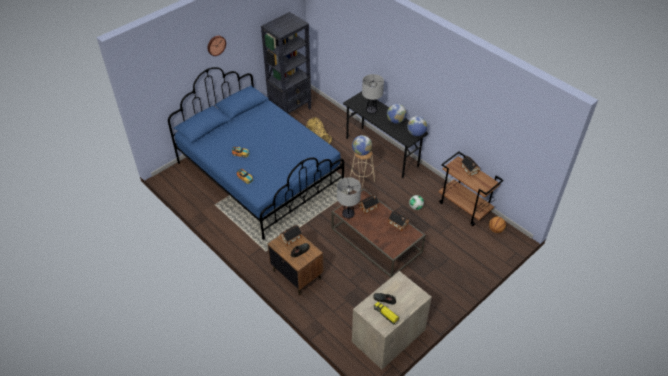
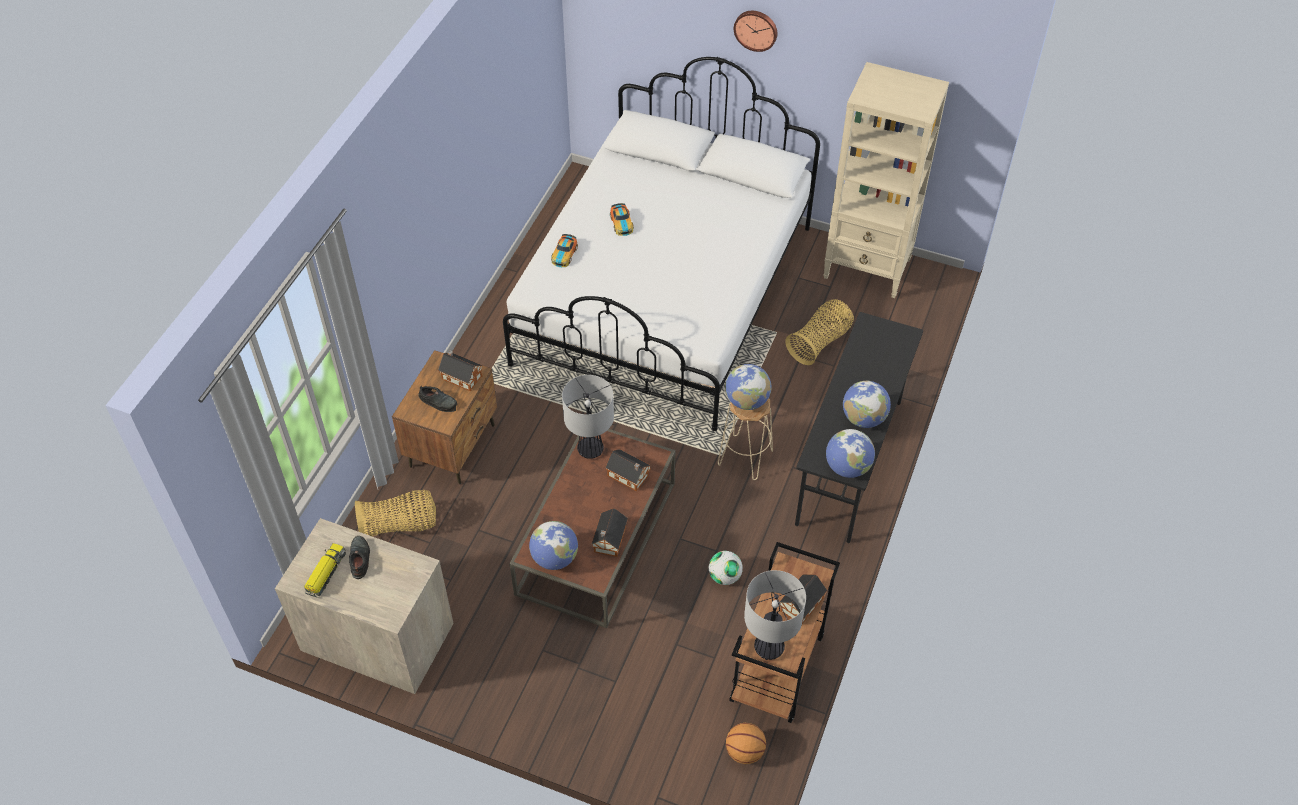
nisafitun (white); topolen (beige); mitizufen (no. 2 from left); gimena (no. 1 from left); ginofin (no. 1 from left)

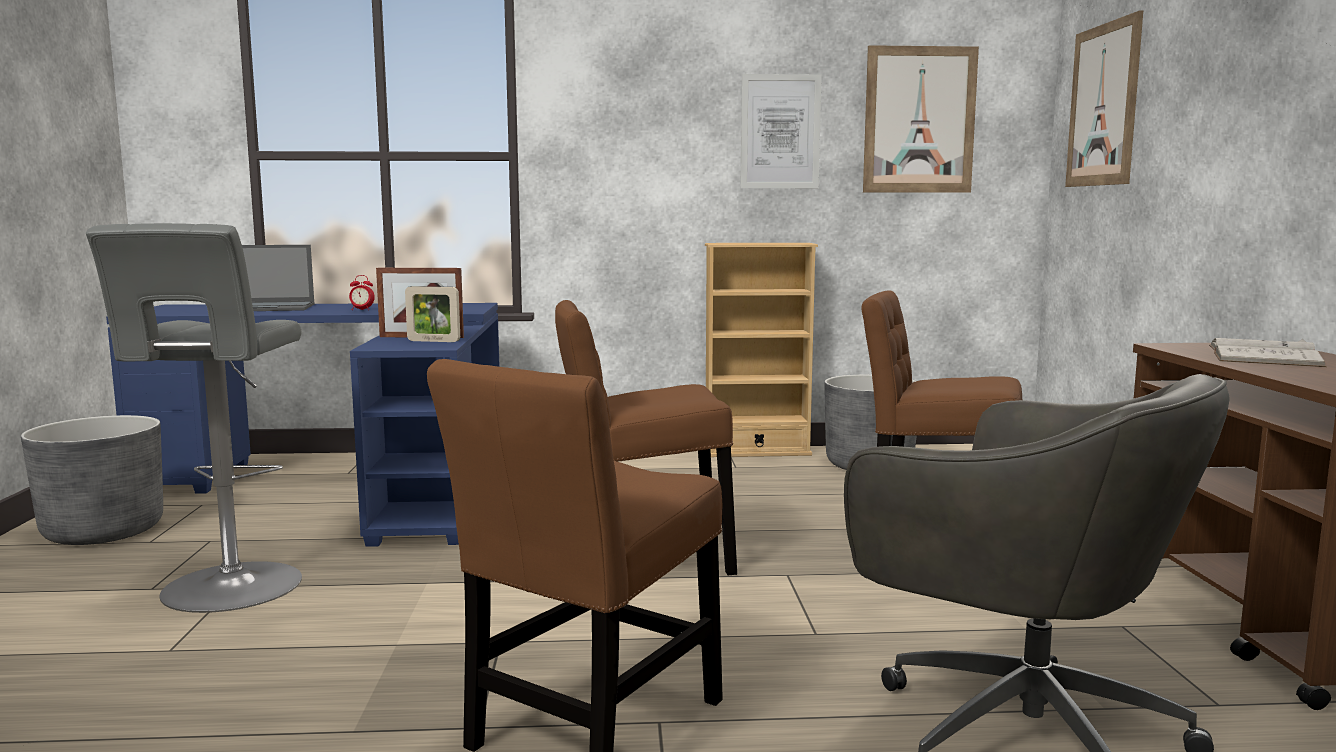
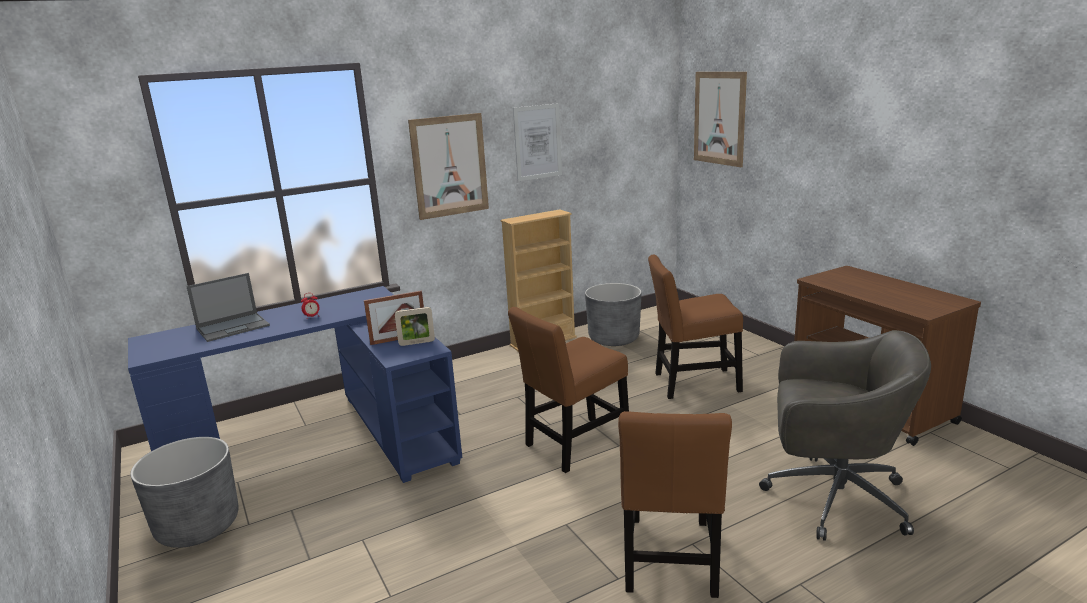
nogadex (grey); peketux (no. 1 from left); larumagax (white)

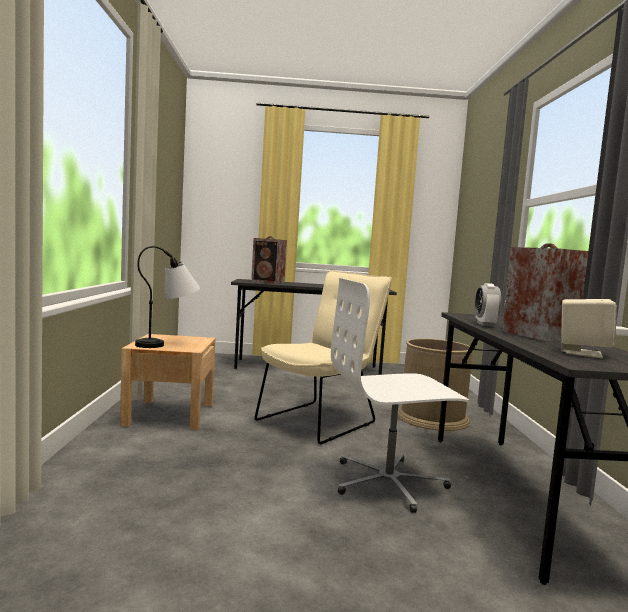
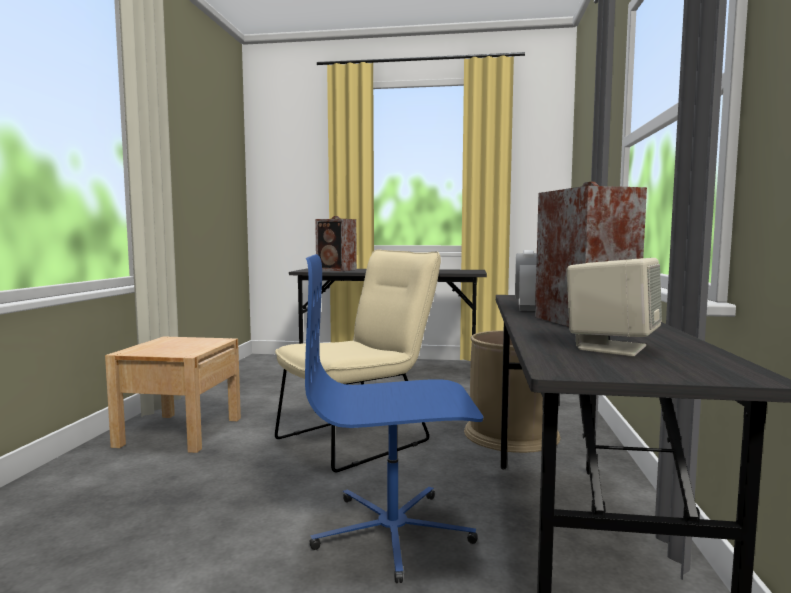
mitizufen; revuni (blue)

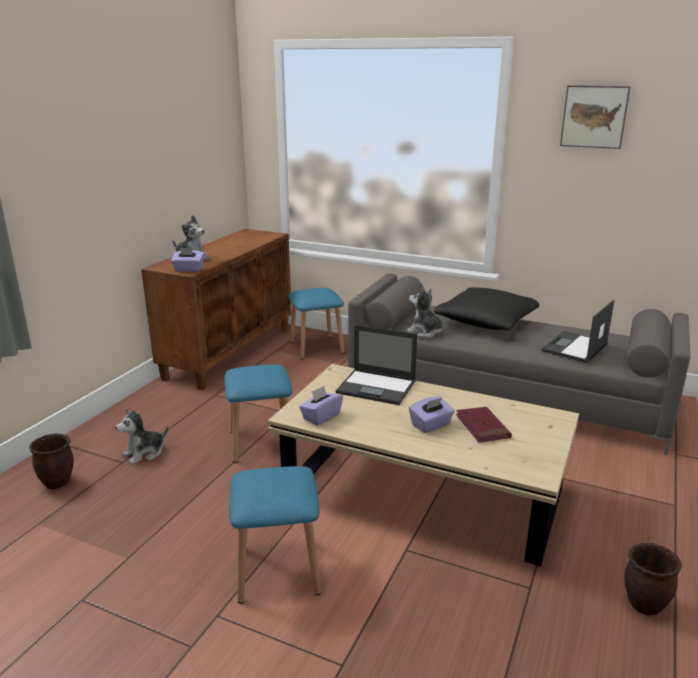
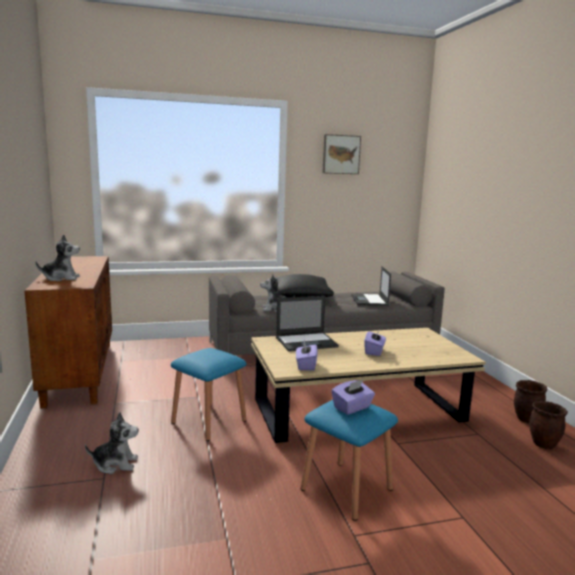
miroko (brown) (no. 2 from left); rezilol (no. 2 from left); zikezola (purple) (no. 2 from left); nogadex (blue) (no. 3 from left in the first image); larumagax (red)

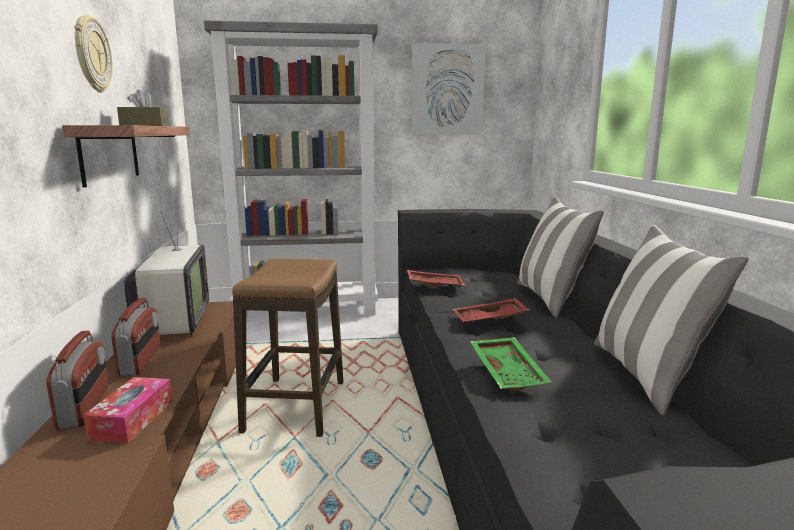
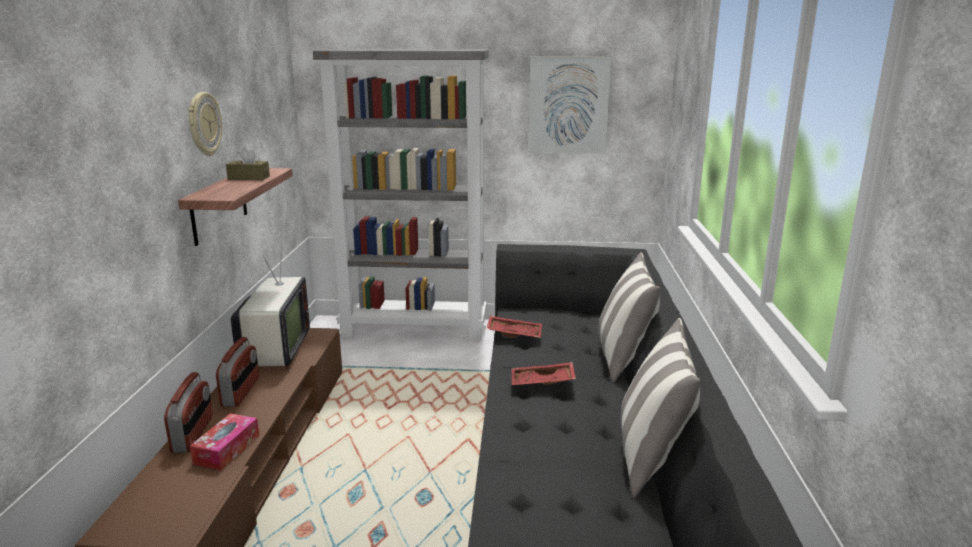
nogadex; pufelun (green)

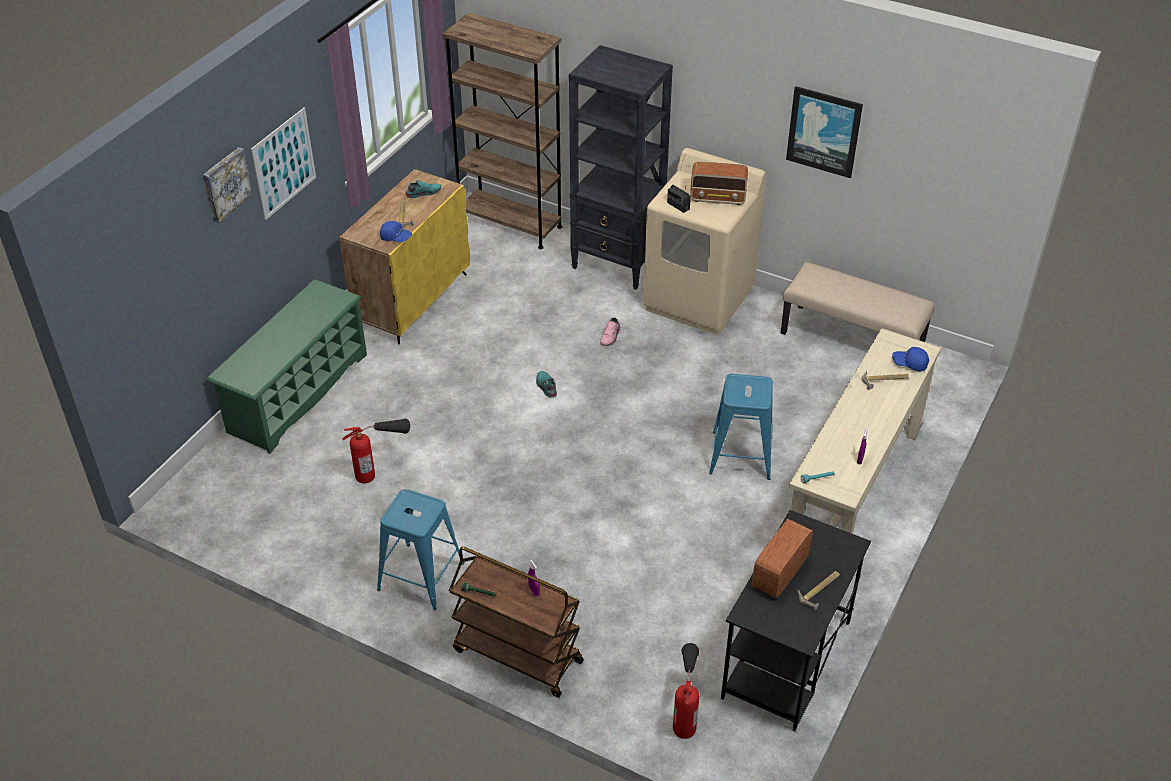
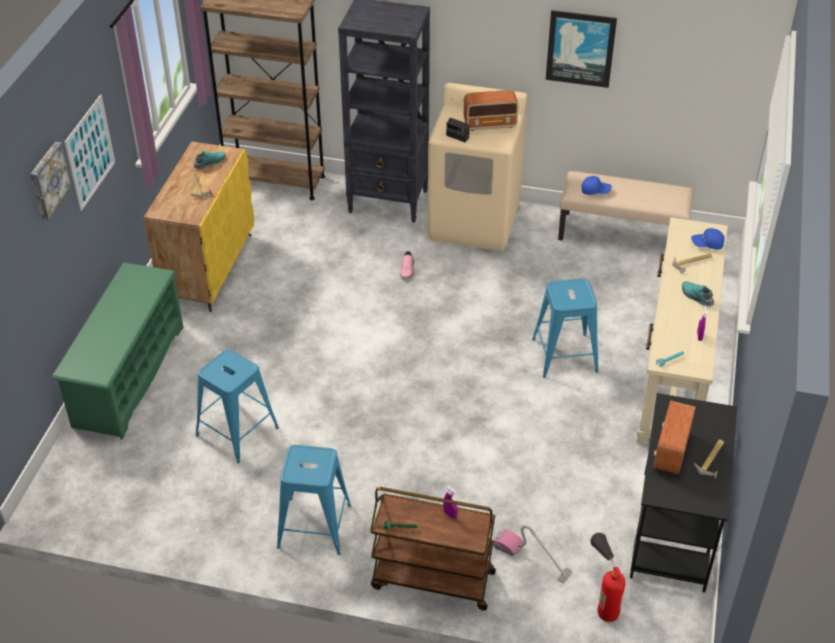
nogadex (blue) (no. 1 from left); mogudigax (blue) (no. 1 from left); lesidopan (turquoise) (no. 2 from left); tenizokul

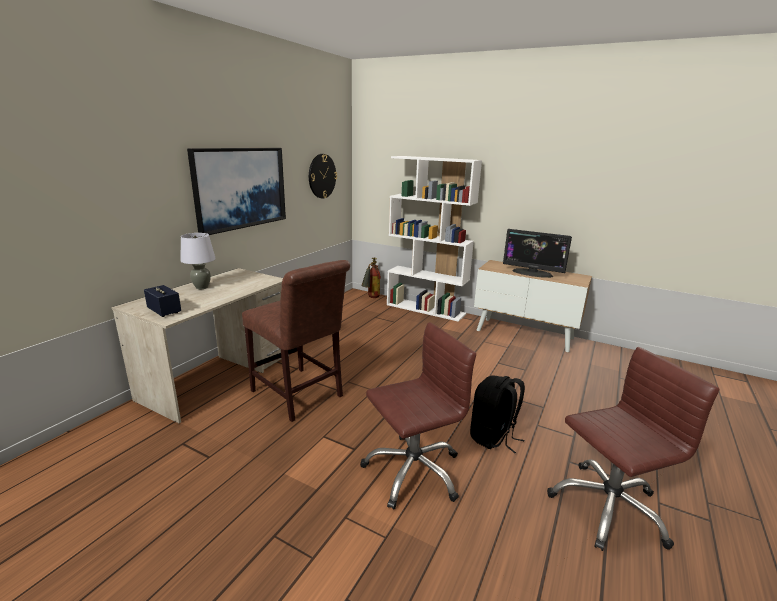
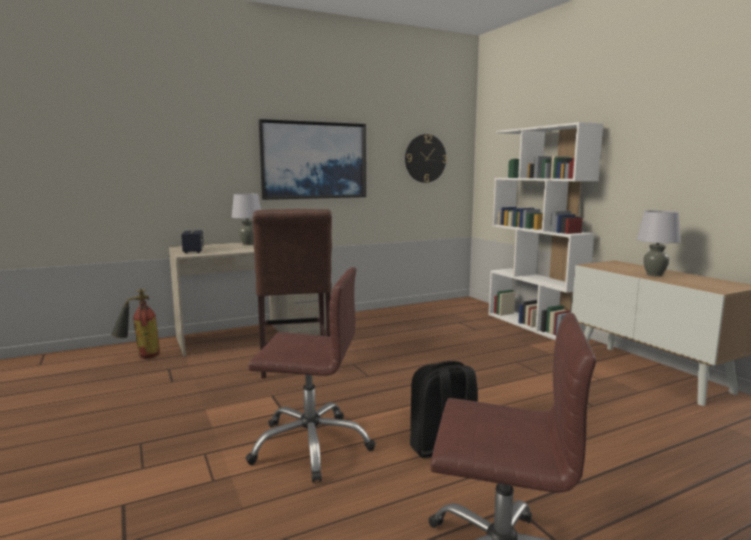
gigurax; mitizufen (grey) (no. 2 from left)

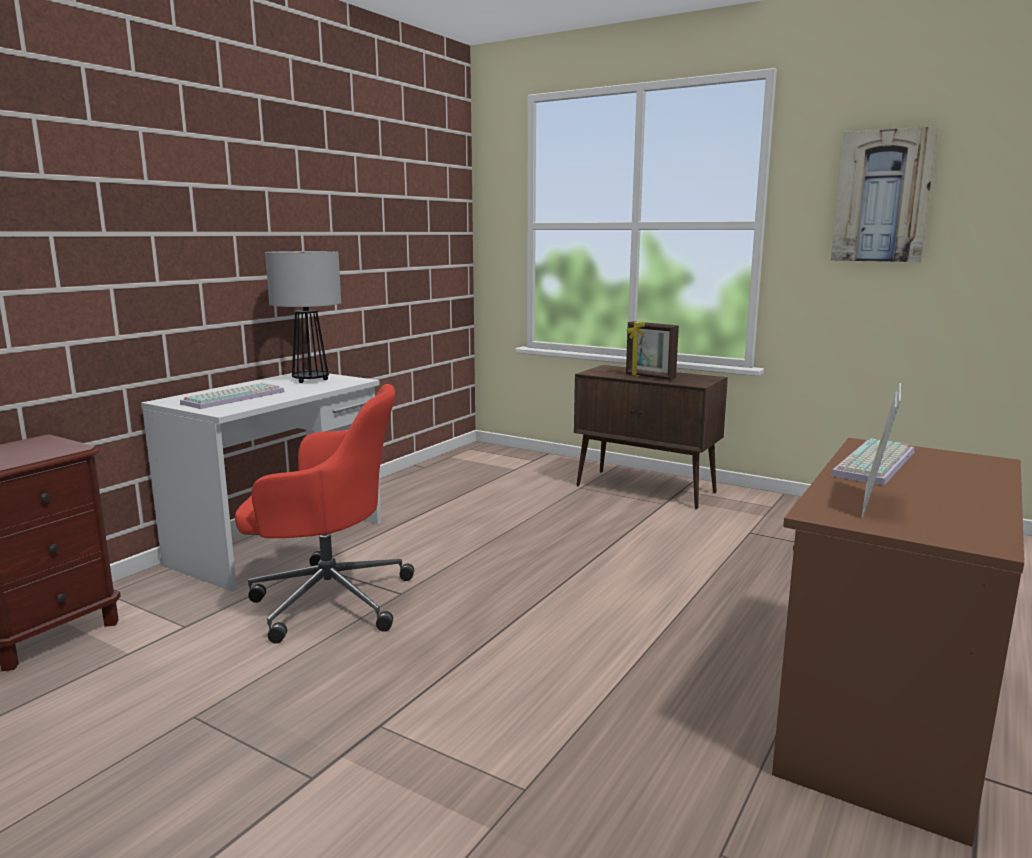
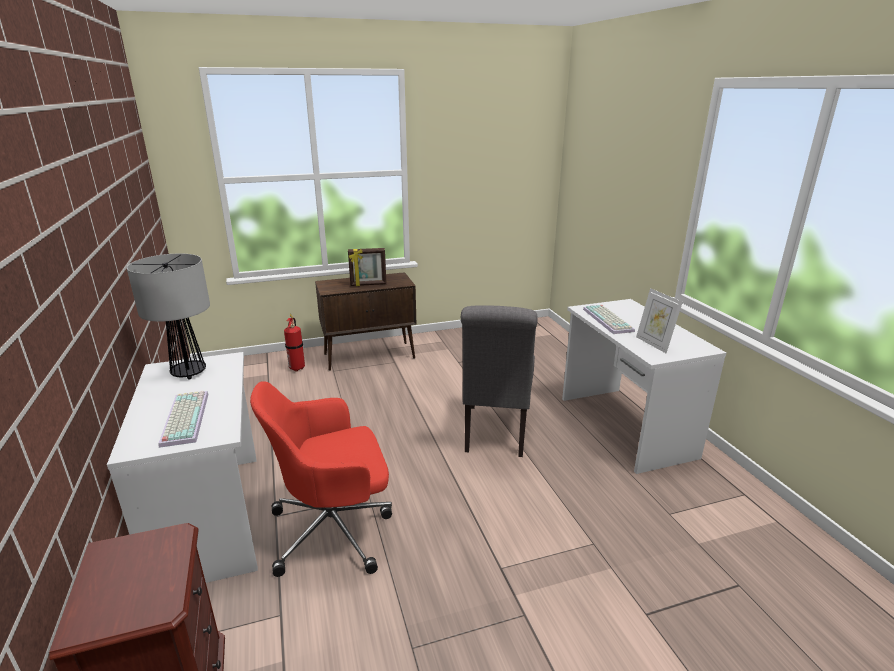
revuni (red); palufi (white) (no. 2 from left); peketux; gigurax; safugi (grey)

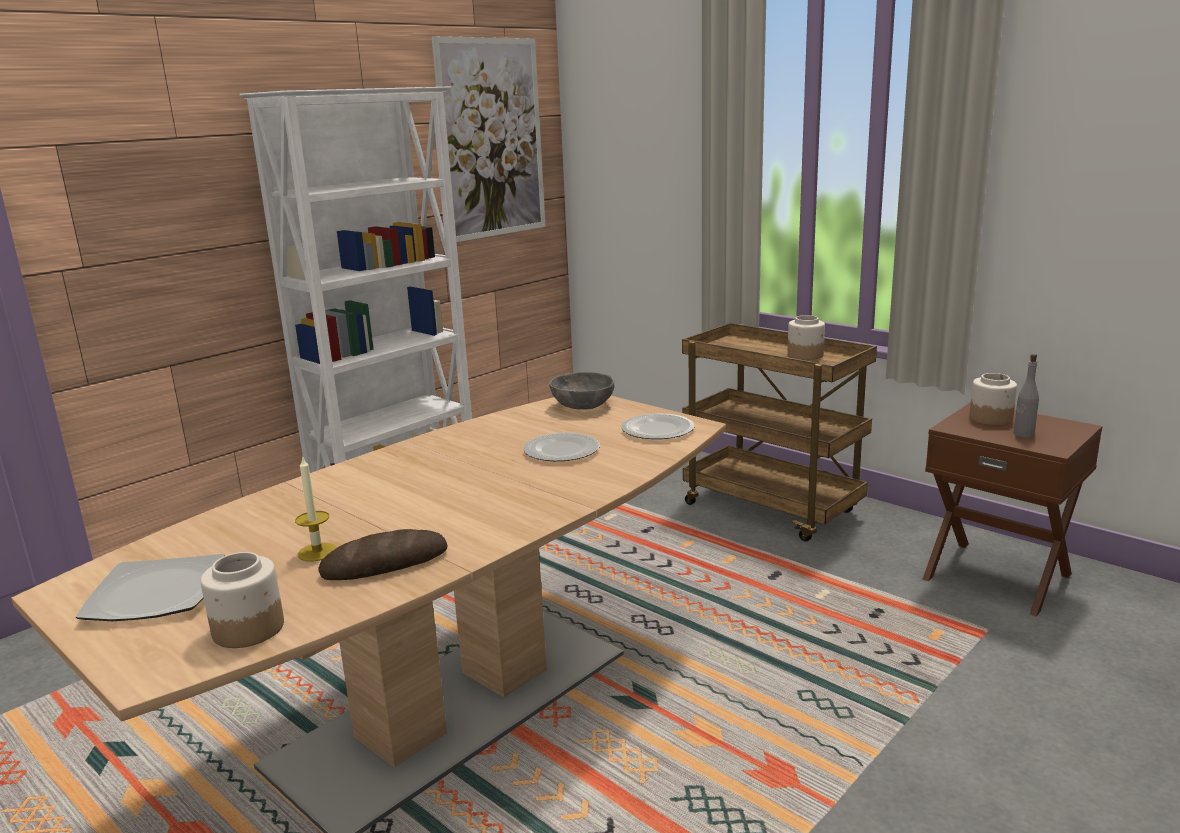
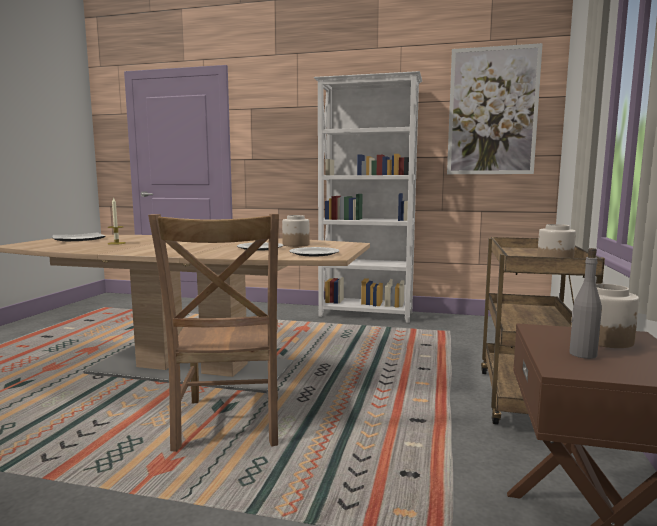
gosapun (no. 1 from left); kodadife; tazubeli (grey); safugi (brown)

